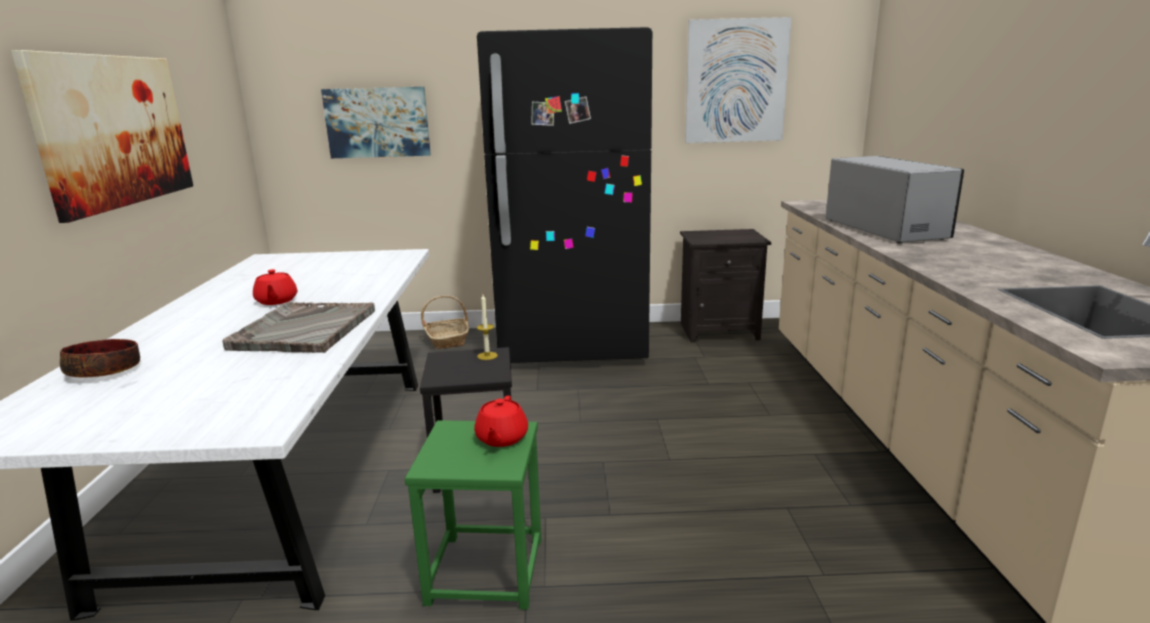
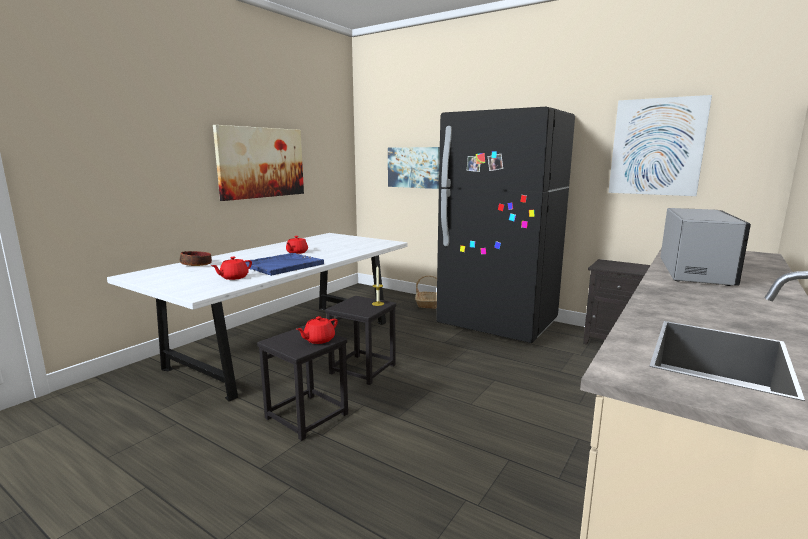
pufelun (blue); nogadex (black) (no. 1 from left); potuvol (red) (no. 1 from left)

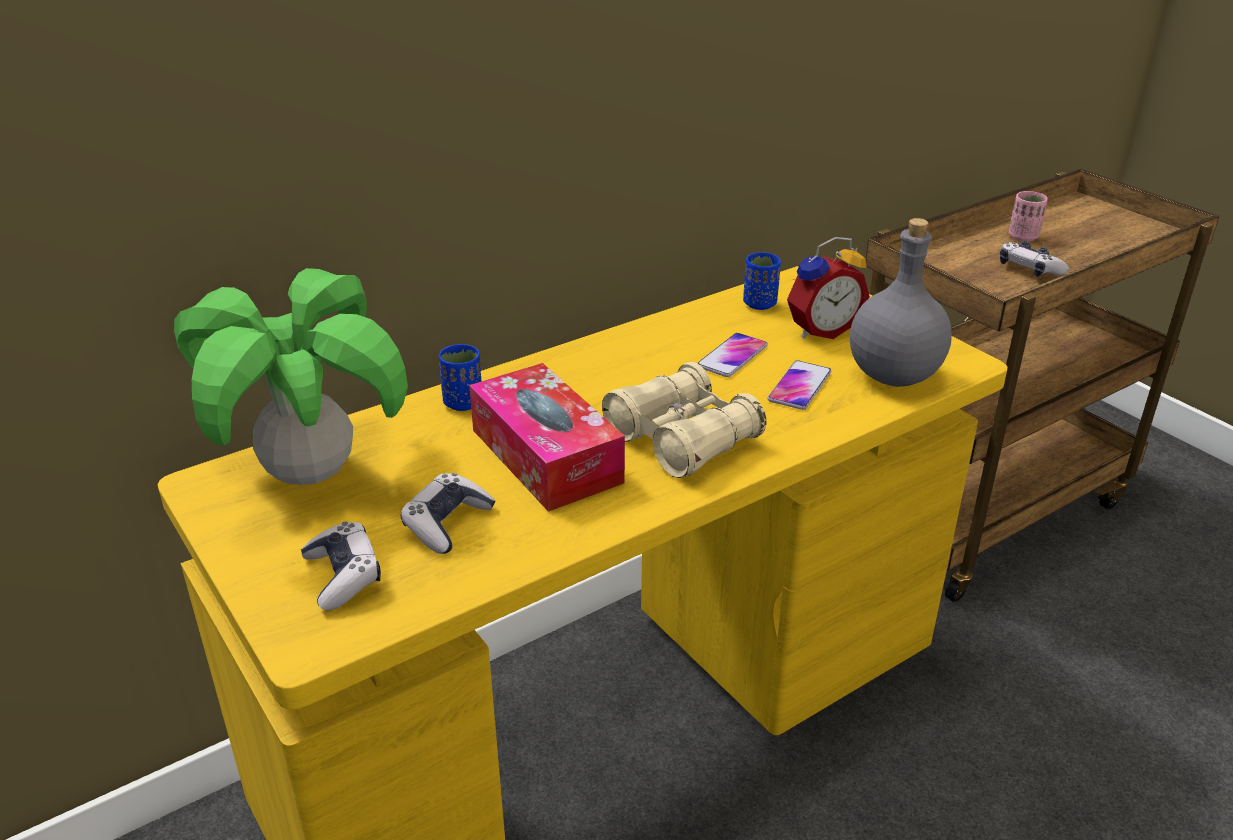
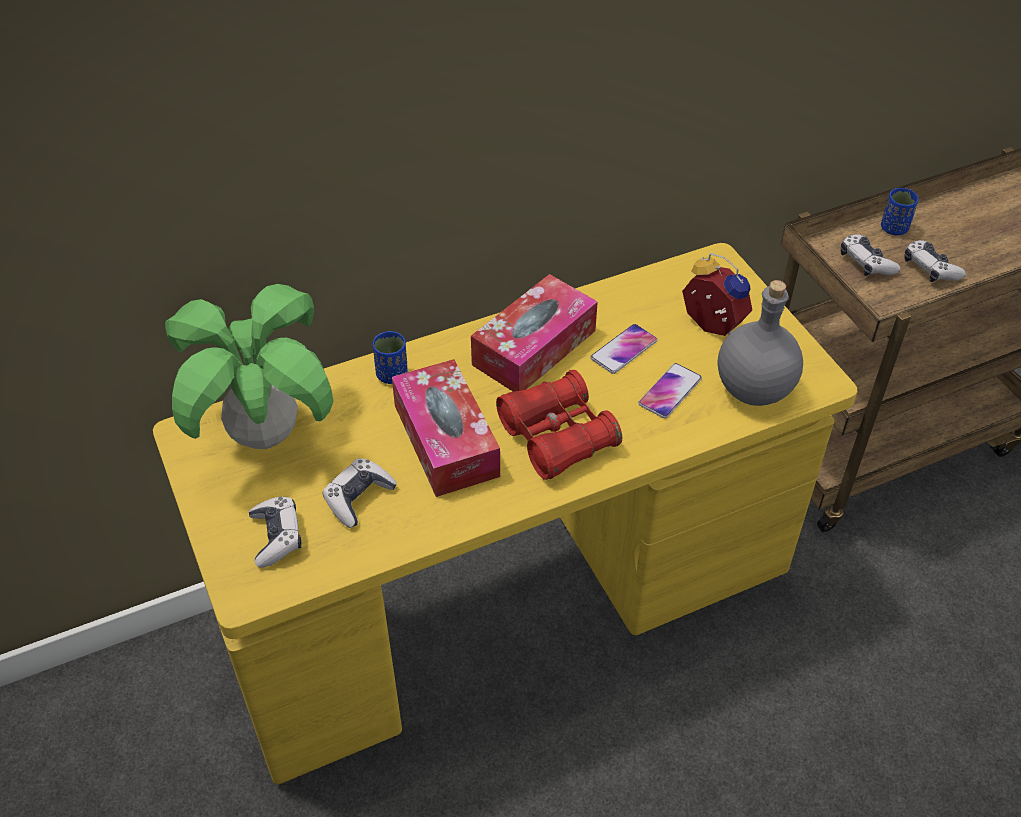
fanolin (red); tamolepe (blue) (no. 2 from left); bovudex; tamolepe (pink); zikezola (no. 2 from left); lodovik (no. 3 from left)

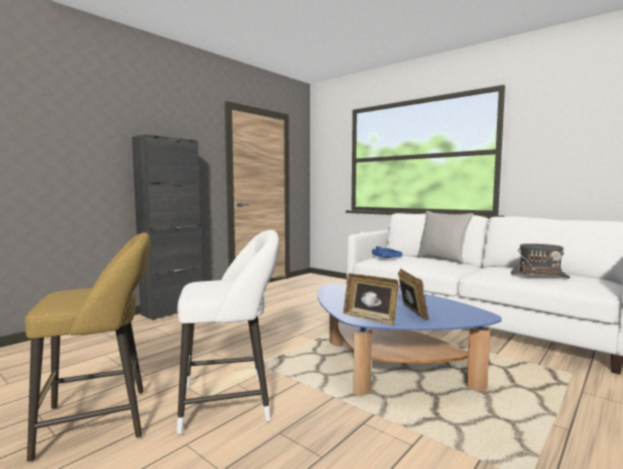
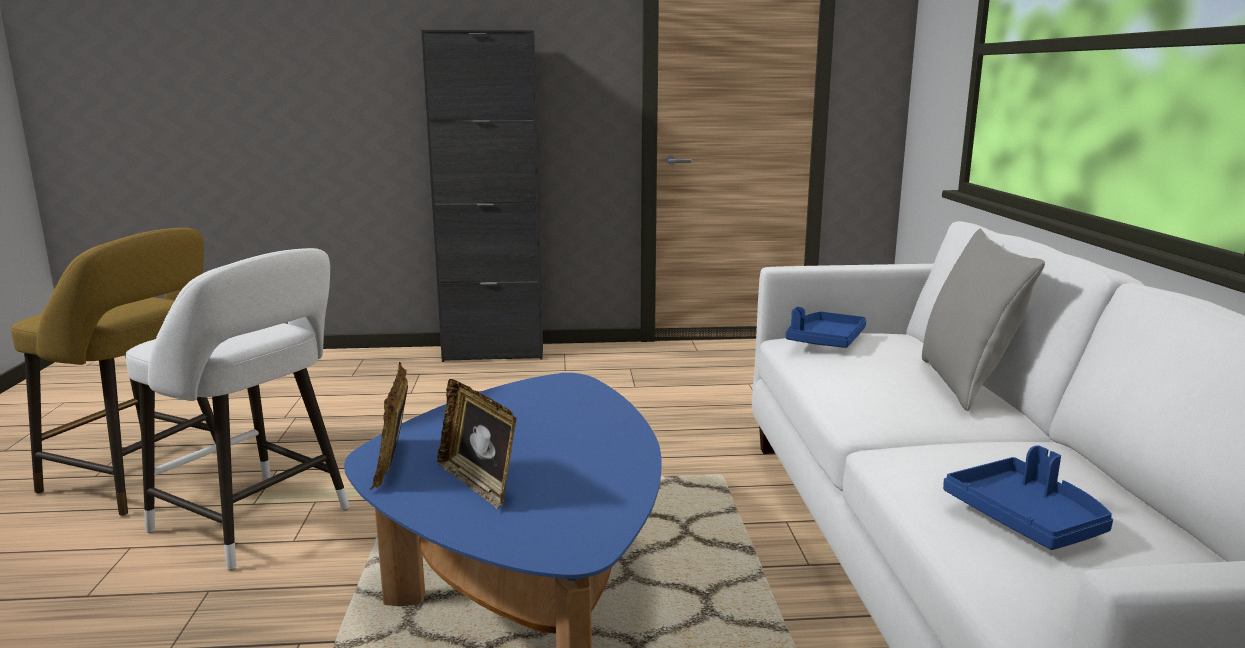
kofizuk (no. 2 from left); pufelun (blue) (no. 2 from left)

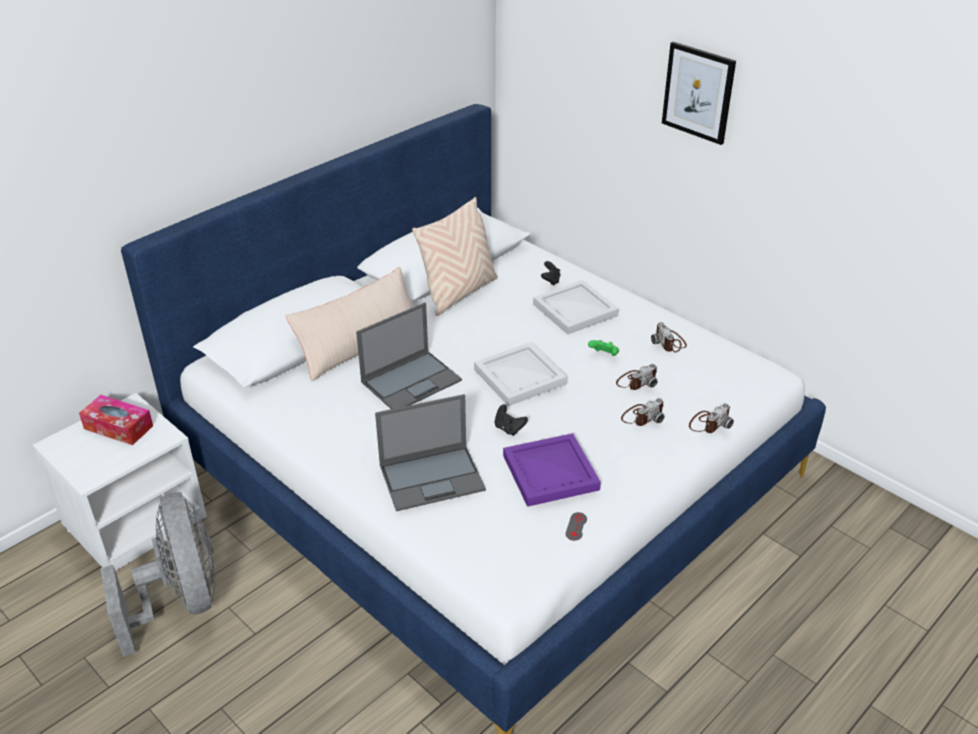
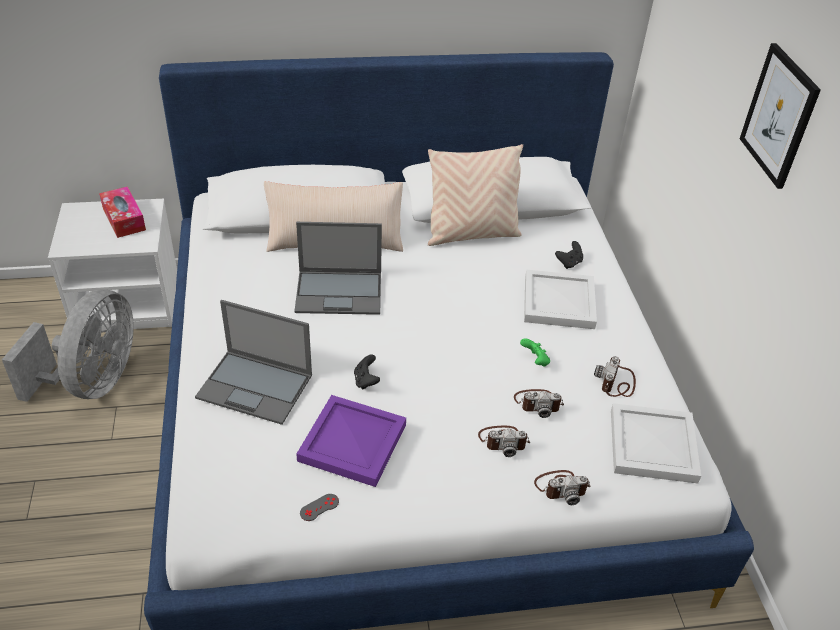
pufelun (white) (no. 2 from left)

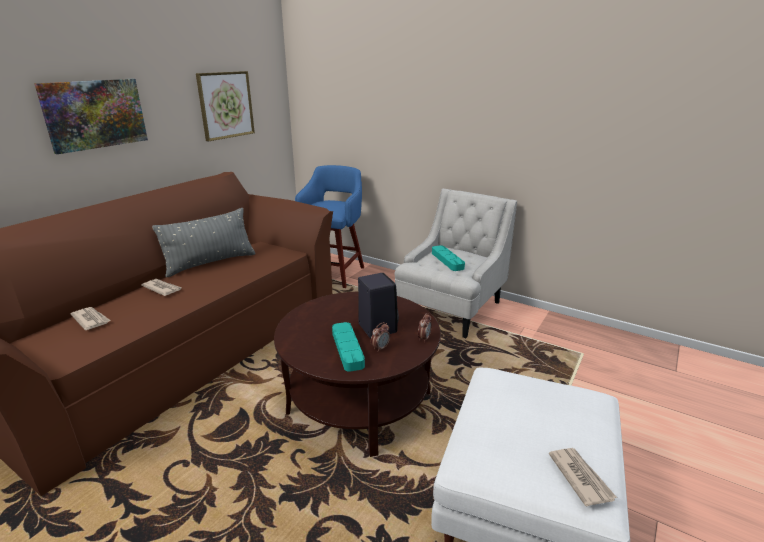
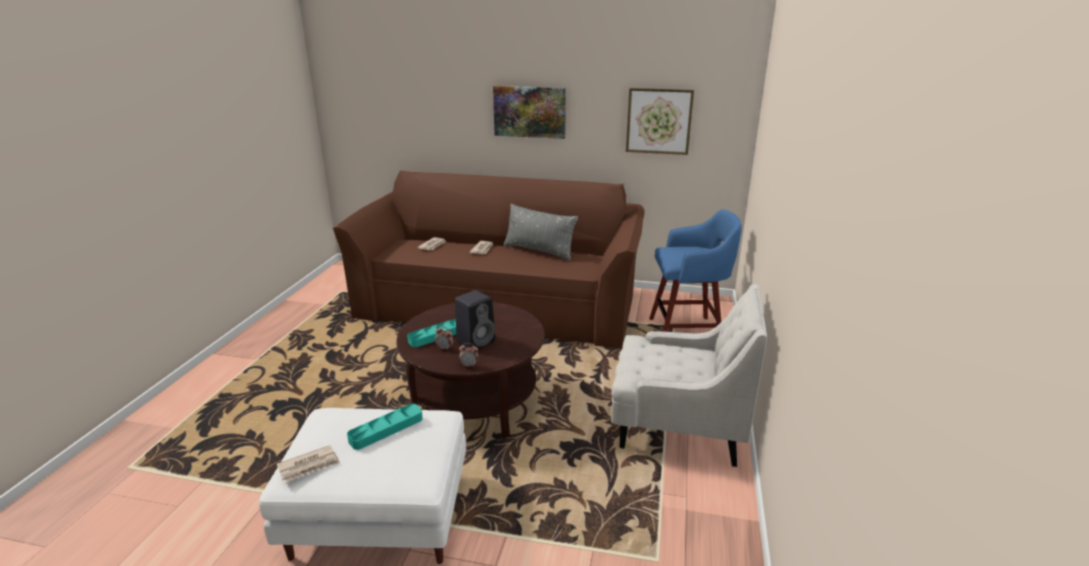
pufelun (turquoise) (no. 1 from left)

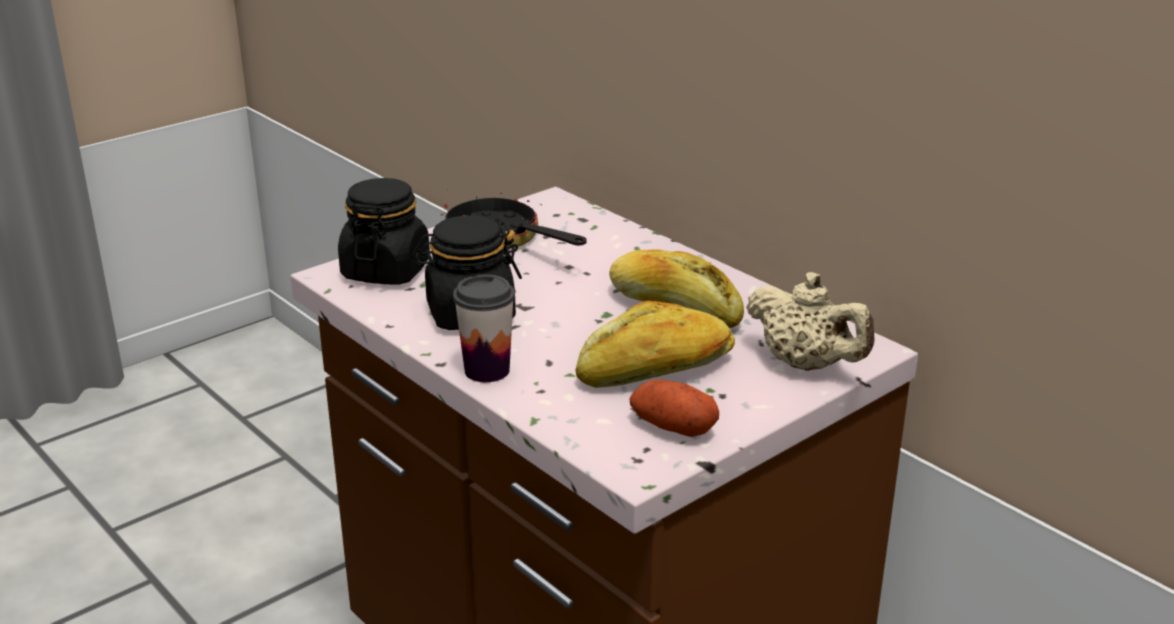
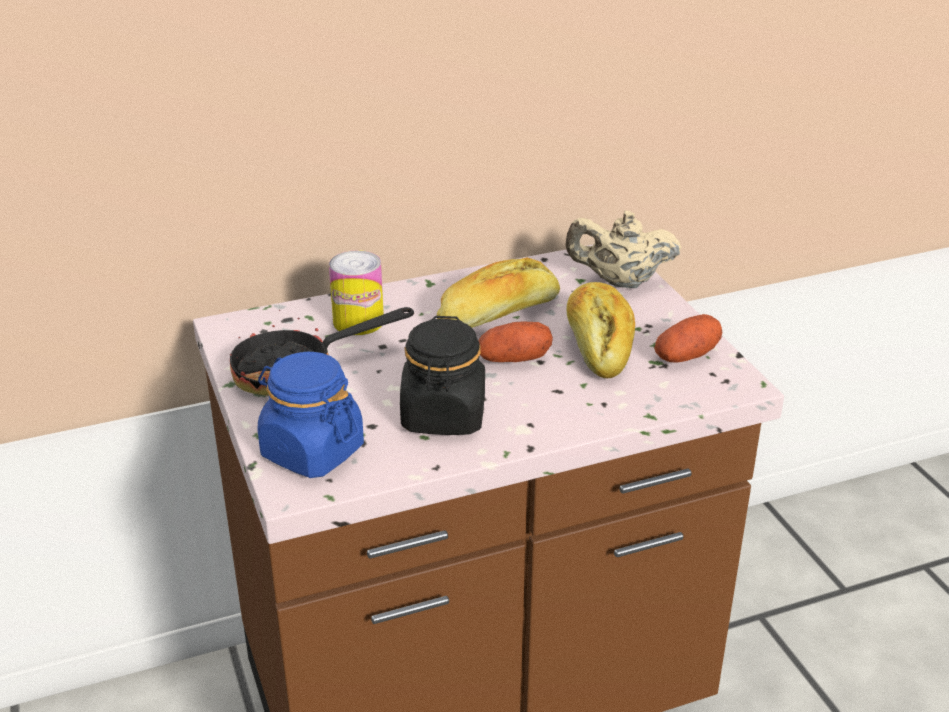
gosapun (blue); tamolepe; potuvol (beige); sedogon; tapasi (no. 1 from left)

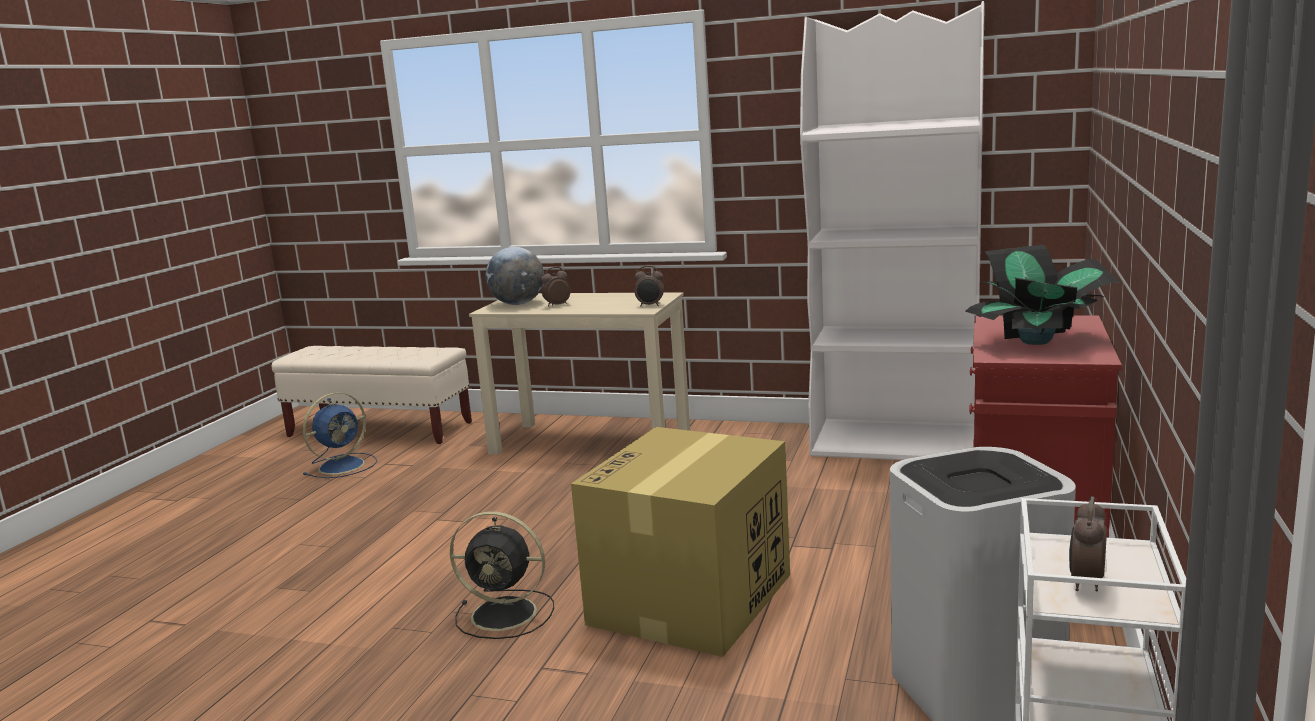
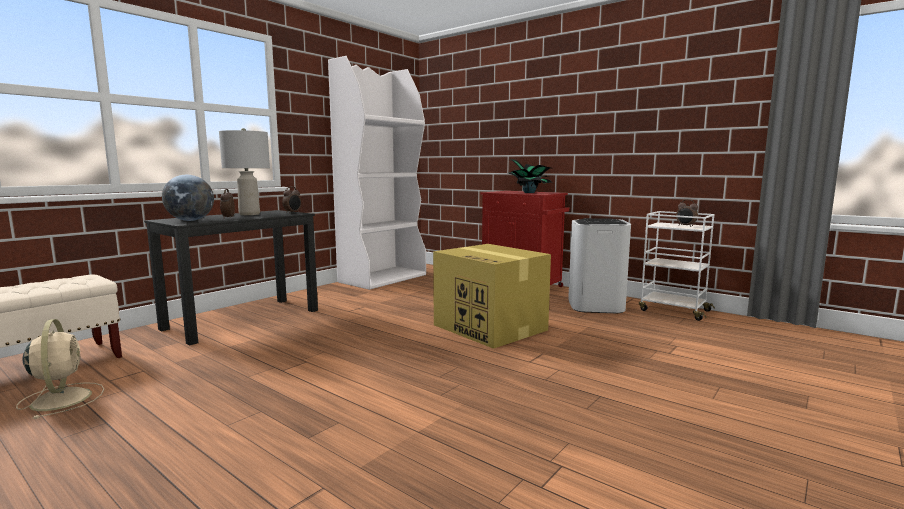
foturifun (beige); foturifun (black); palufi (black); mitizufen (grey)

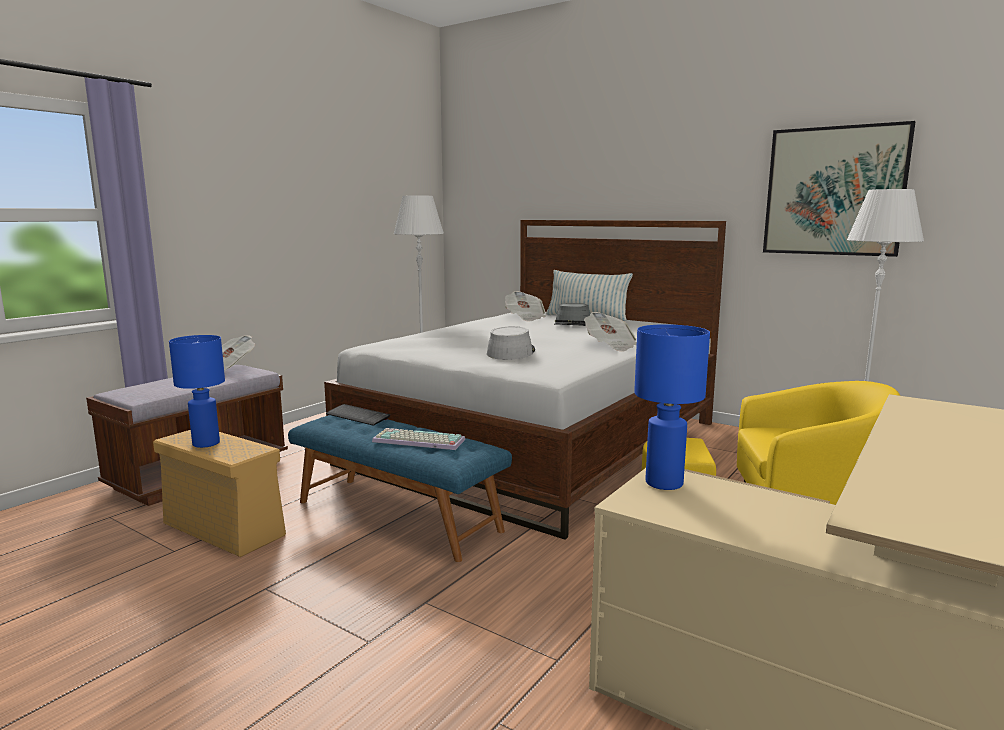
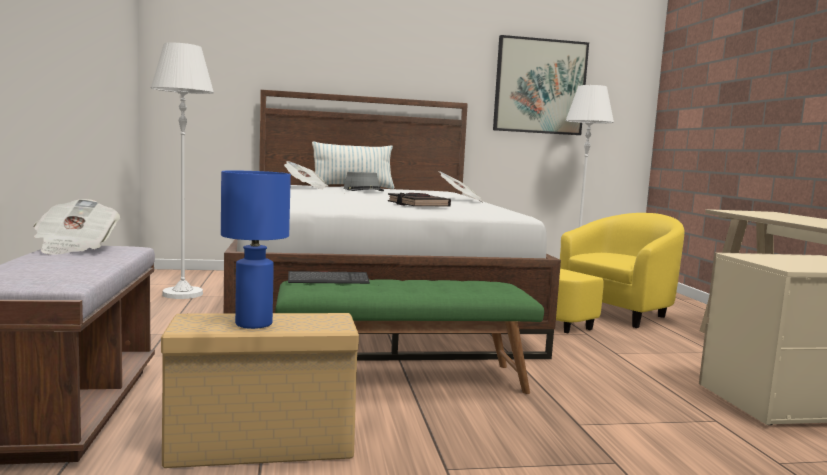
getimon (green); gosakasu (no. 2 from left in the first image); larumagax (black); mitizufen (blue) (no. 2 from left in the first image)

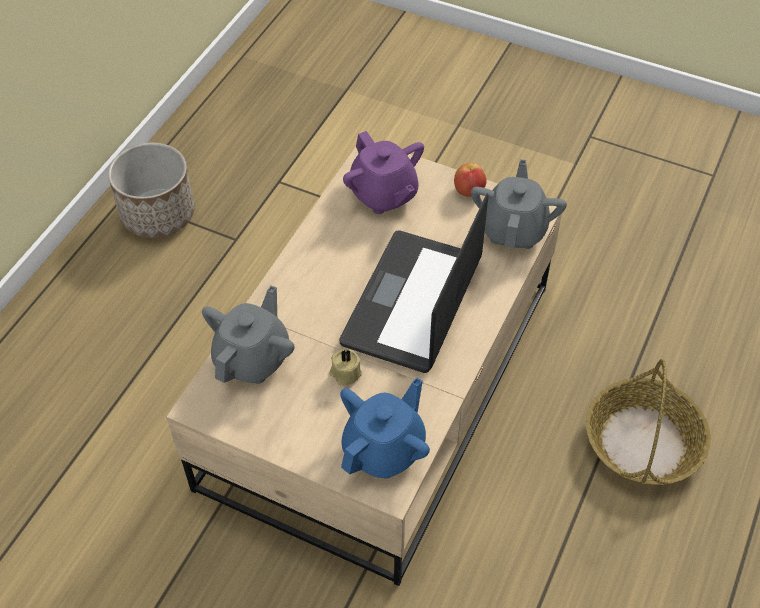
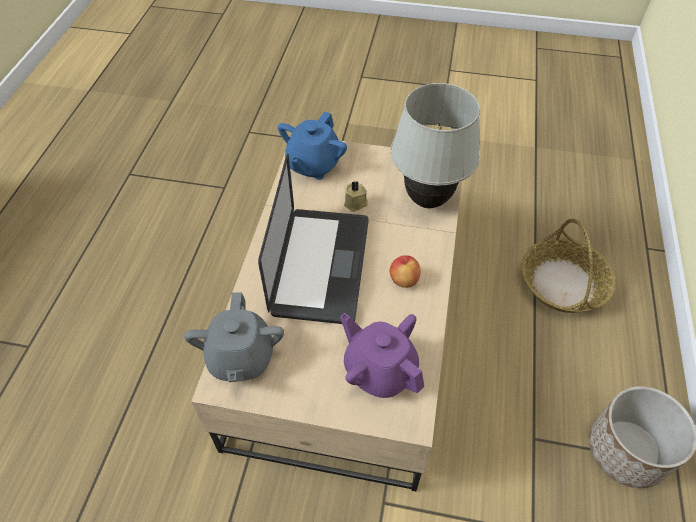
mitizufen (white); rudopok; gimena

